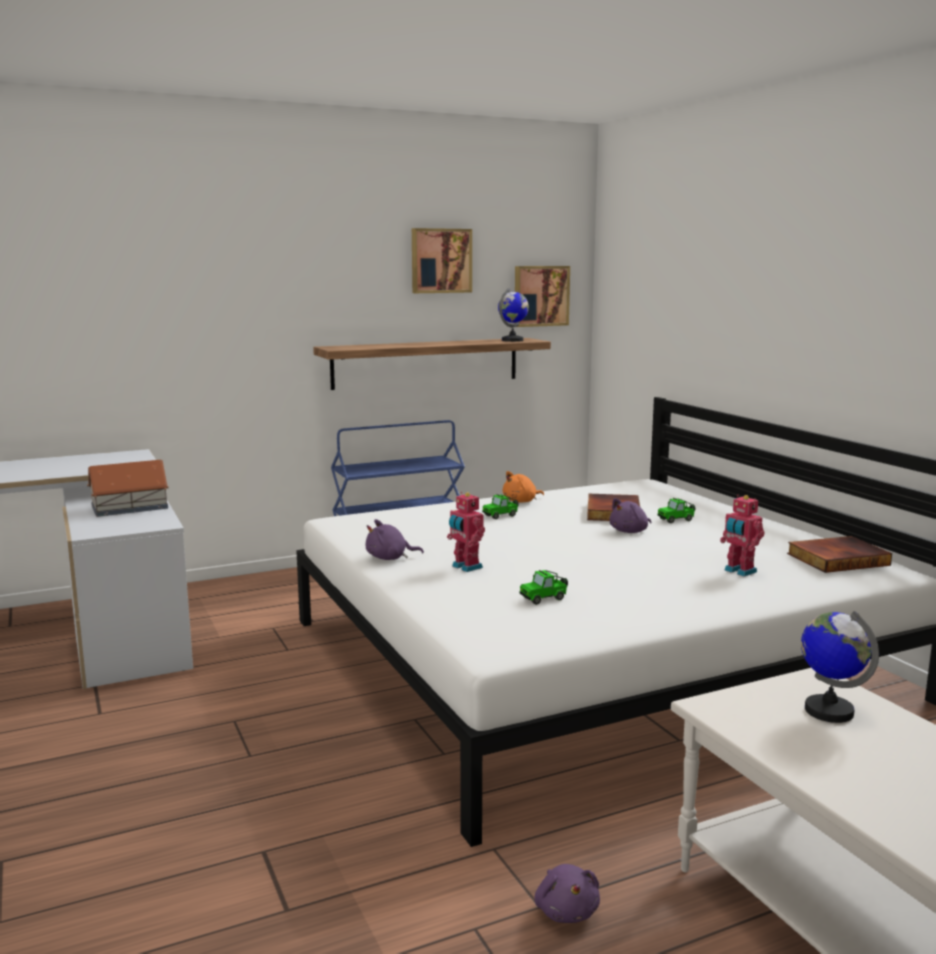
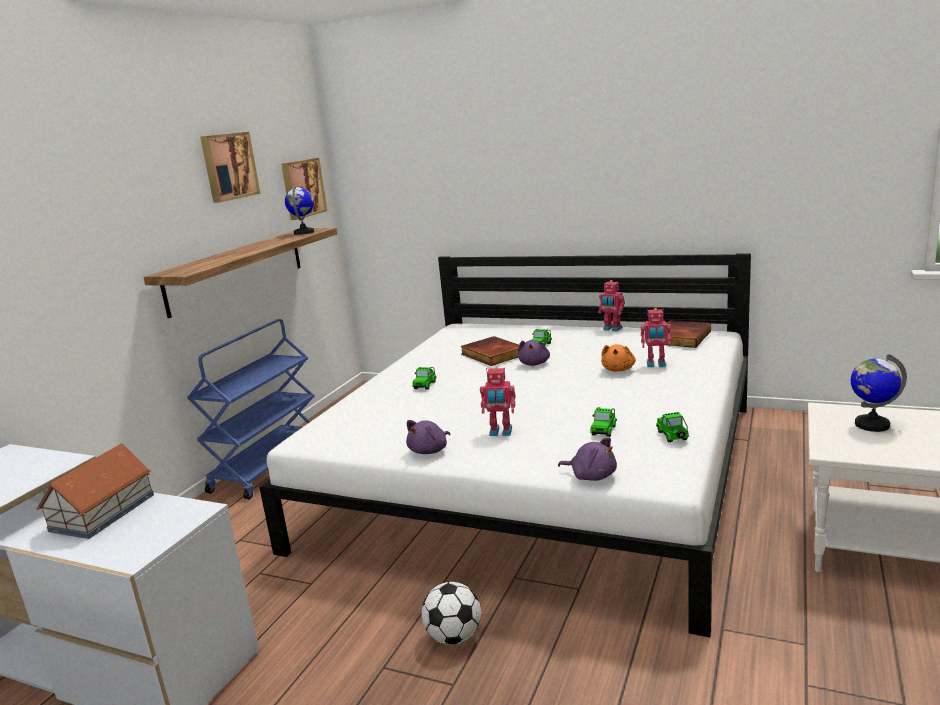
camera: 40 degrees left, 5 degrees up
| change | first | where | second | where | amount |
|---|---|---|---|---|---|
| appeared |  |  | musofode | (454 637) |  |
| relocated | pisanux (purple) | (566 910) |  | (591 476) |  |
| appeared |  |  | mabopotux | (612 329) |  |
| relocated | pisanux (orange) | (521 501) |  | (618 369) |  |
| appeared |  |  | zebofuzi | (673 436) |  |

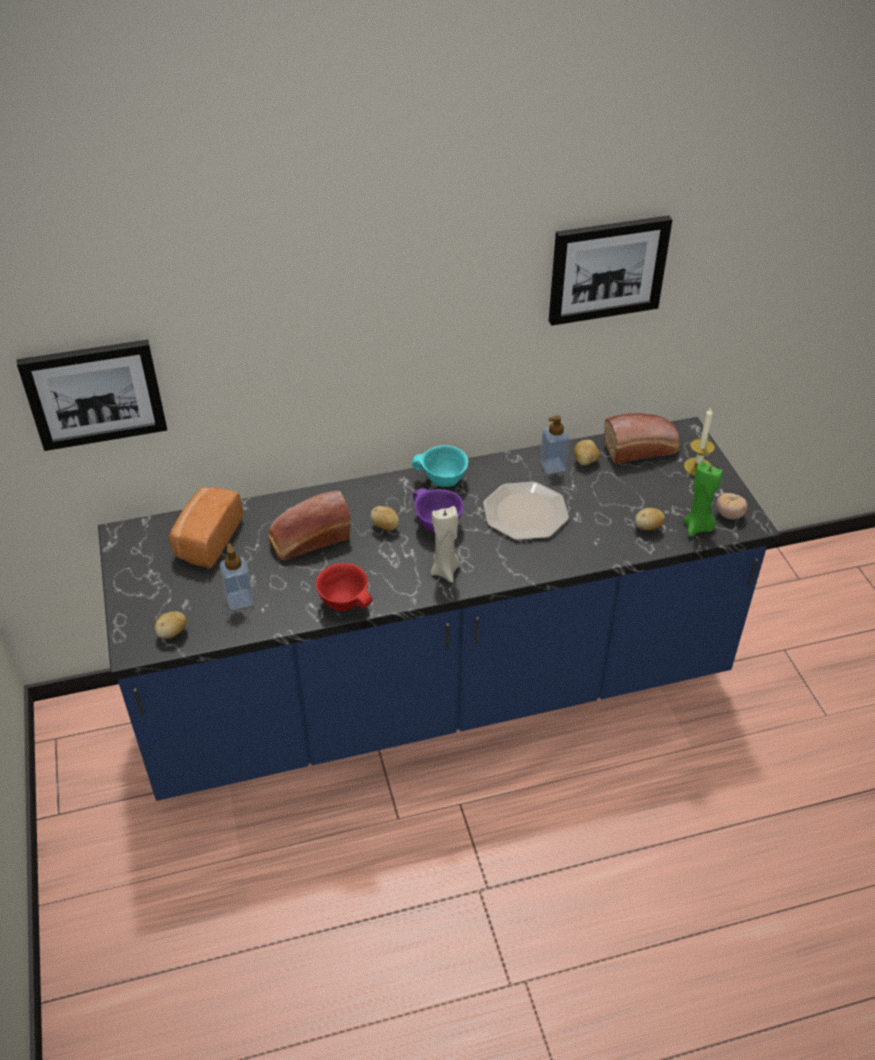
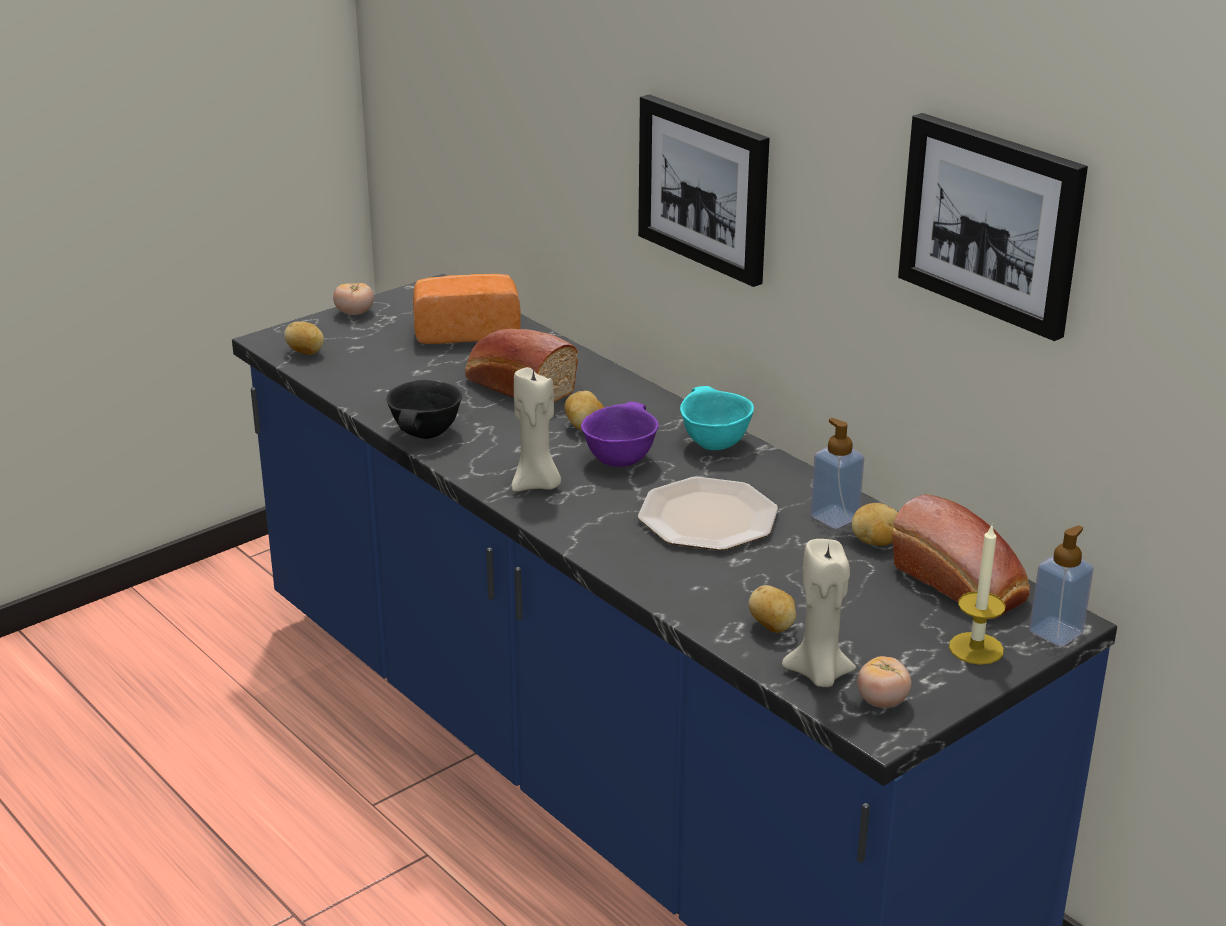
camera: 65 degrees right, 15 degrees down
| change | first | where | second | where | amount |
|---|---|---|---|---|---|
| appeared |  |  | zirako | (354 313) |  |
| colour | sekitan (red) | (345 602) | sekitan (black) | (426 434) |  |
| relocated | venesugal | (94 393) |  | (705 187) |  |
| colour | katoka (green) | (697 527) | katoka (beige) | (819 674) |  |
| relocated | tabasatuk | (239 599) |  | (1056 632) |  |

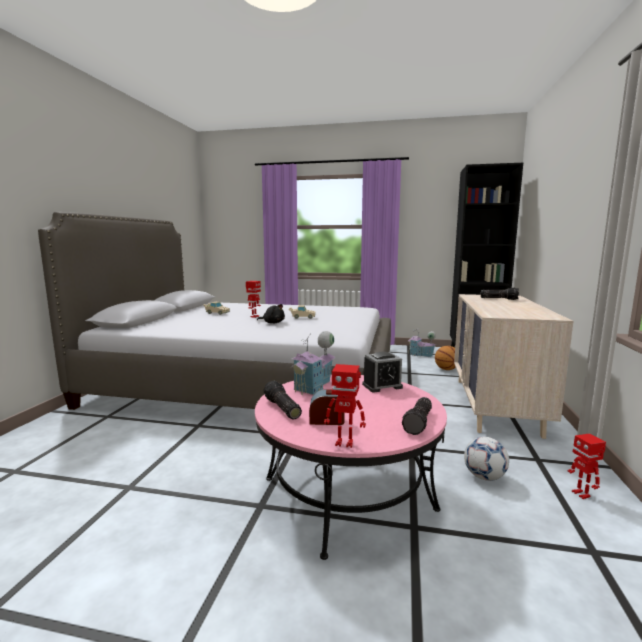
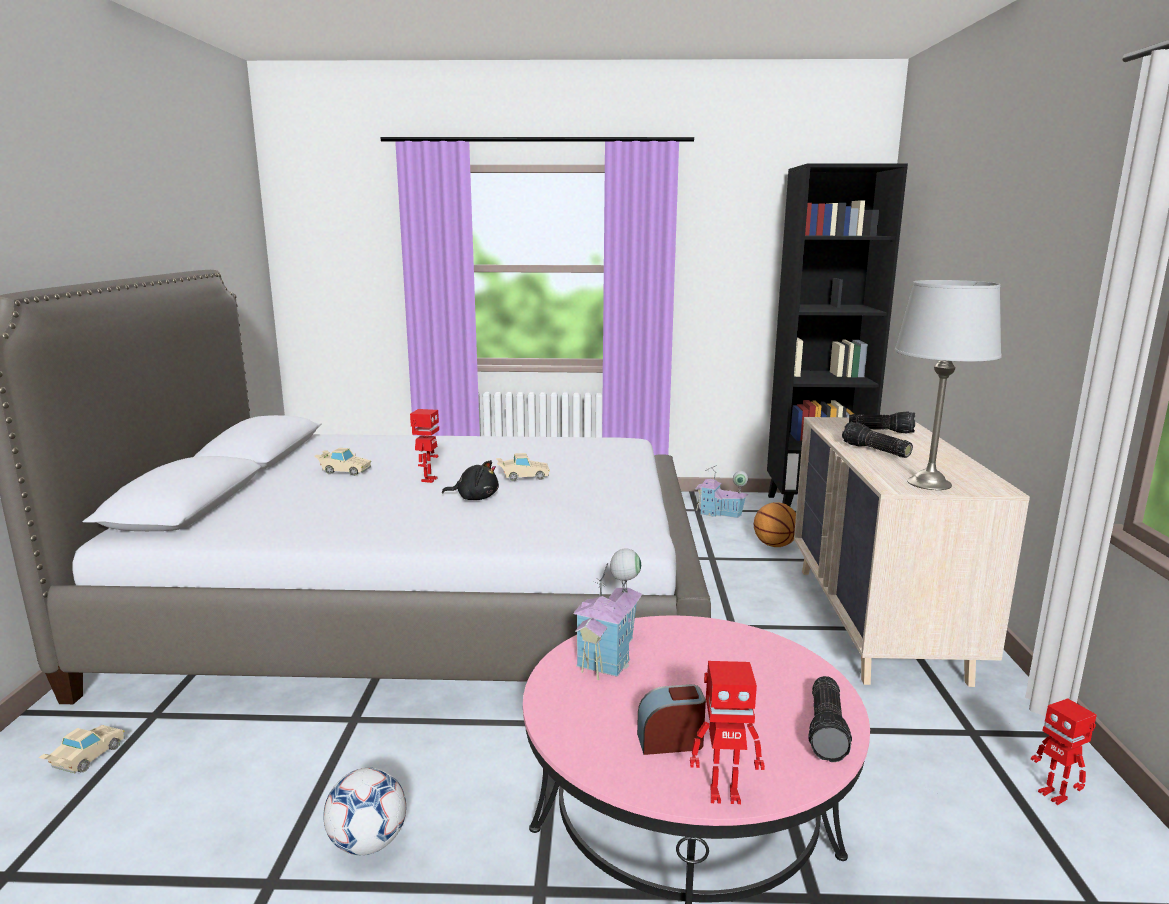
camera: 10 degrees left, 5 degrees up
| change | first | where | second | where | amount |
|---|---|---|---|---|---|
| appeared |  |  | zebofuzi (beige) | (85 759) |  |
| relocated | musofode | (484 477) |  | (368 843) |  |
| relocated | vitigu | (281 408) |  | (874 450) |  |
| appeared |  |  | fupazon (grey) | (929 483) |  |
| missing | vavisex | (382 386) |  |  |  |

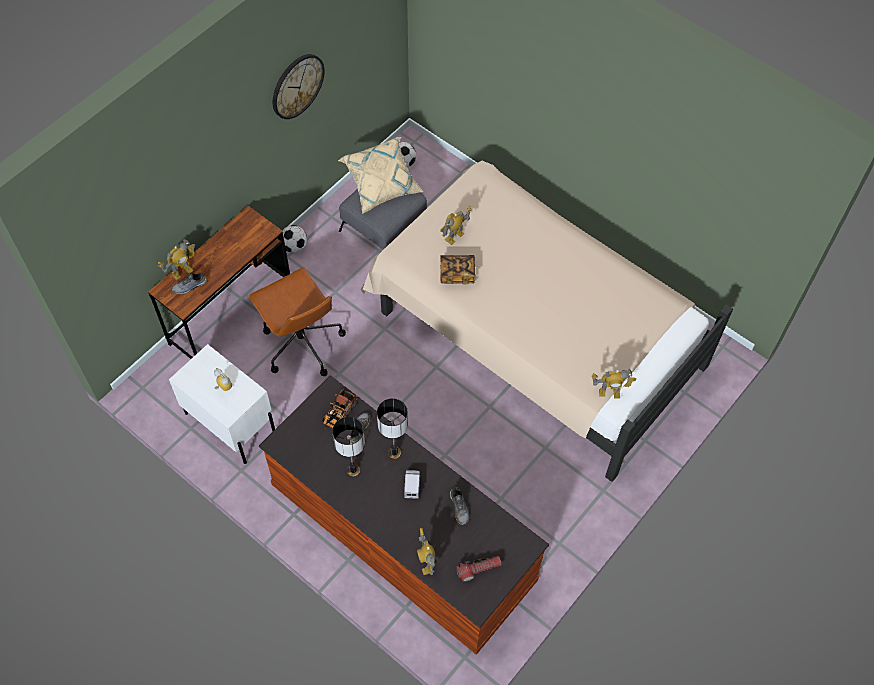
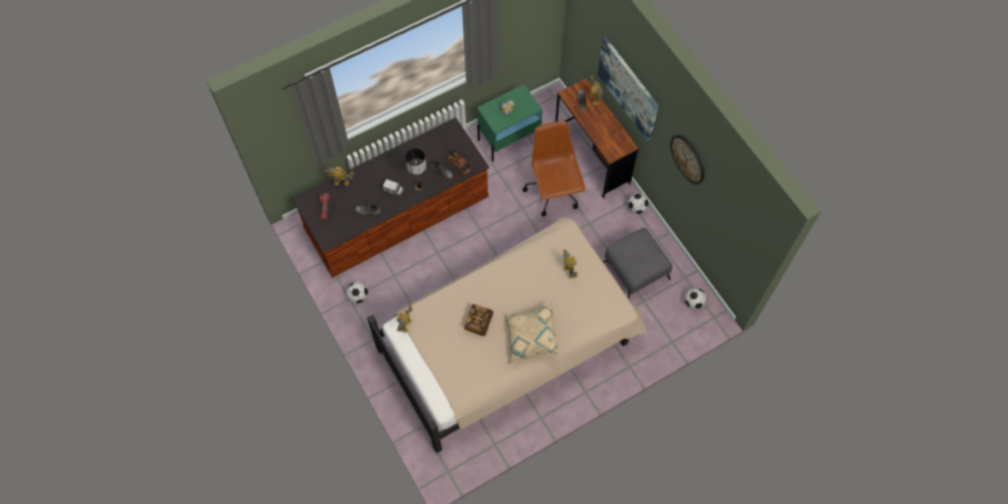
camera: 110 degrees right, 5 degrees up
| change | first | where | second | where | amount |
|---|---|---|---|---|---|
| appeared |  |  | musofode | (358 296) |  |
| relocated | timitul | (457 274) |  | (478 322) |  |
| colour | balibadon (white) | (230 423) | balibadon (green) | (509 138) |  |
| relocated | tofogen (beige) | (381 185) |  | (530 338) |  |
| spun | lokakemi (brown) | (301 343) |  | (554 192) | 90 degrees clockwise |
| appeared |  |  | venesugal | (628 88) |  |
| missing | fupazon | (353 470) |  |  |  |

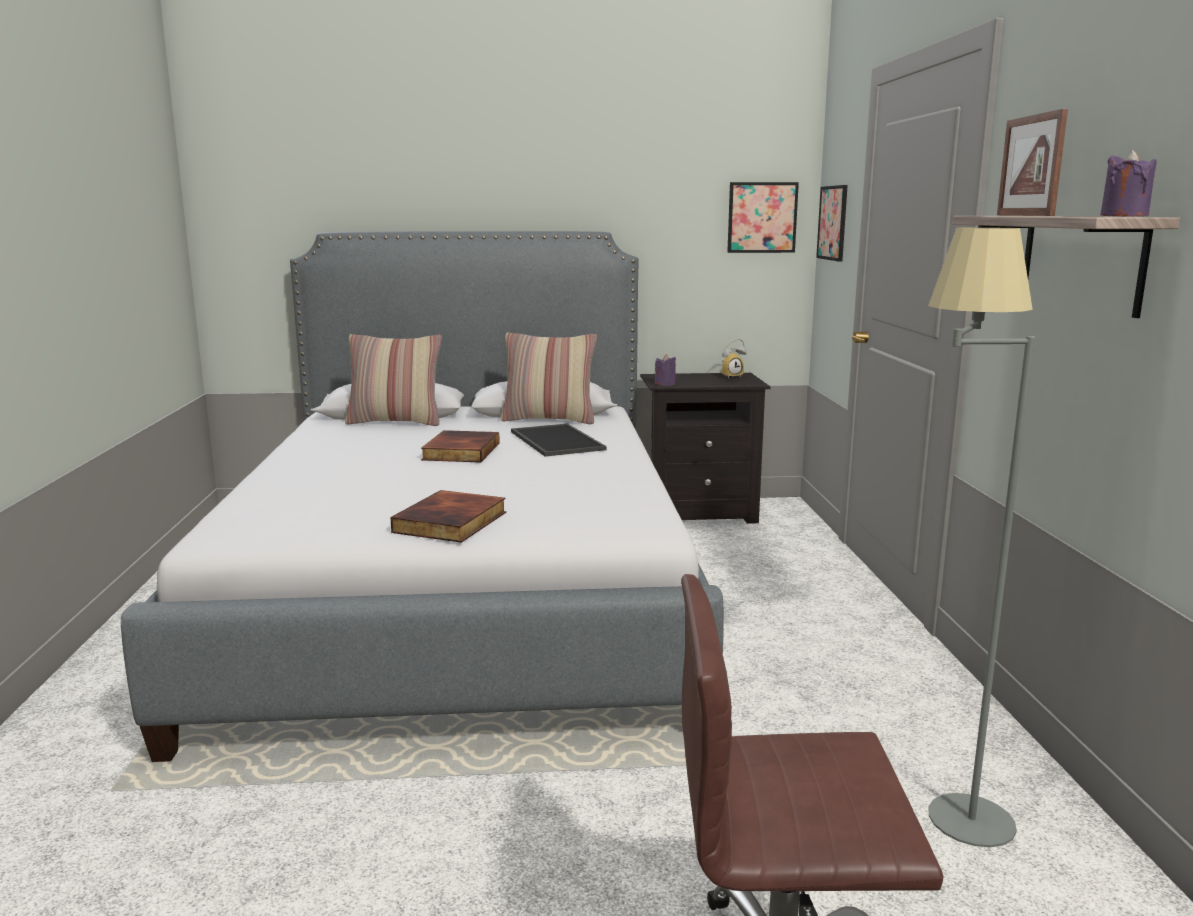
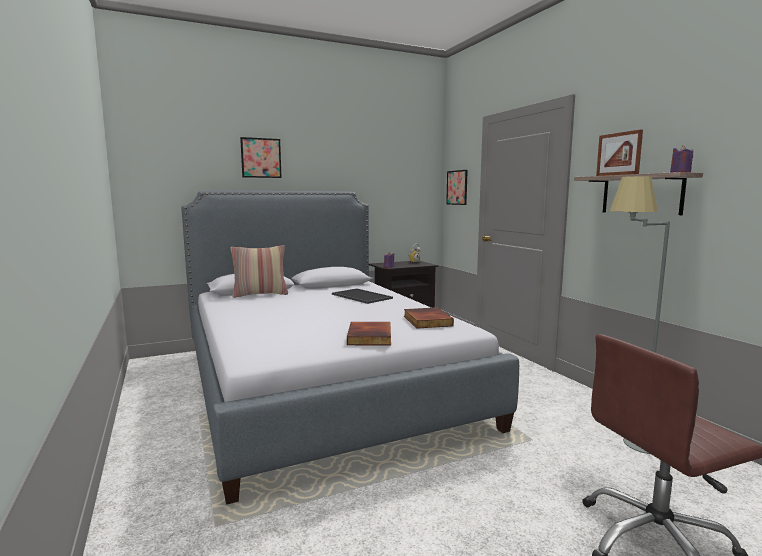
camera: 20 degrees left, 5 degrees down
| change | first | where | second | where | amount |
|---|---|---|---|---|---|
| relocated | venesugal | (762 217) |  | (261 158) |  |
| relocated | timitul | (460 451) |  | (426 321) |  |
| missing | tofogen | (549 420) |  |  |  |

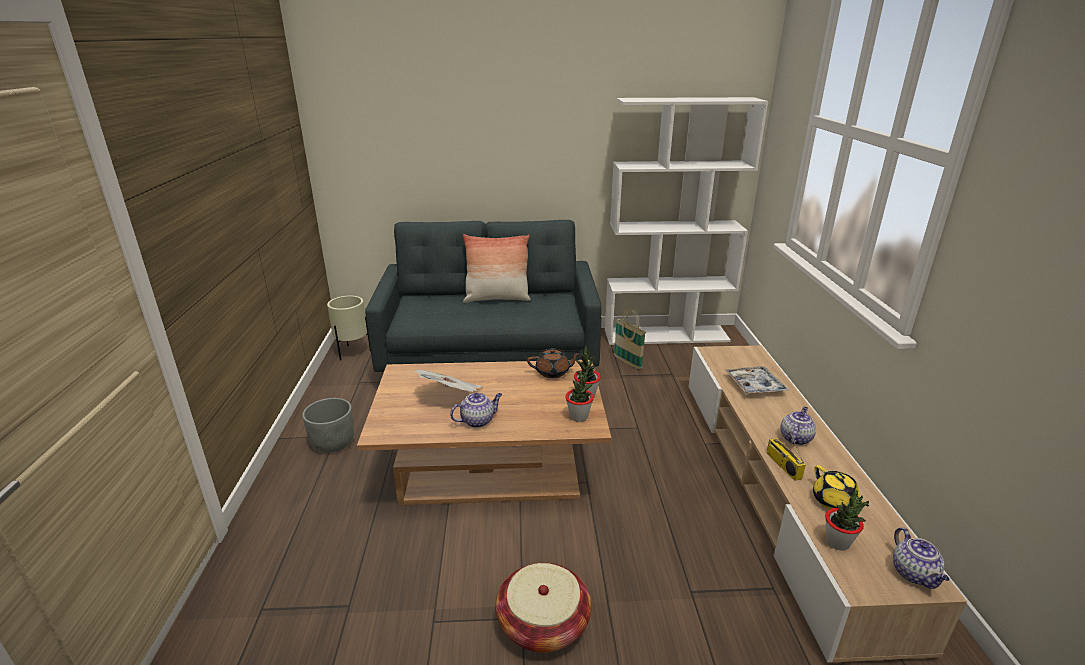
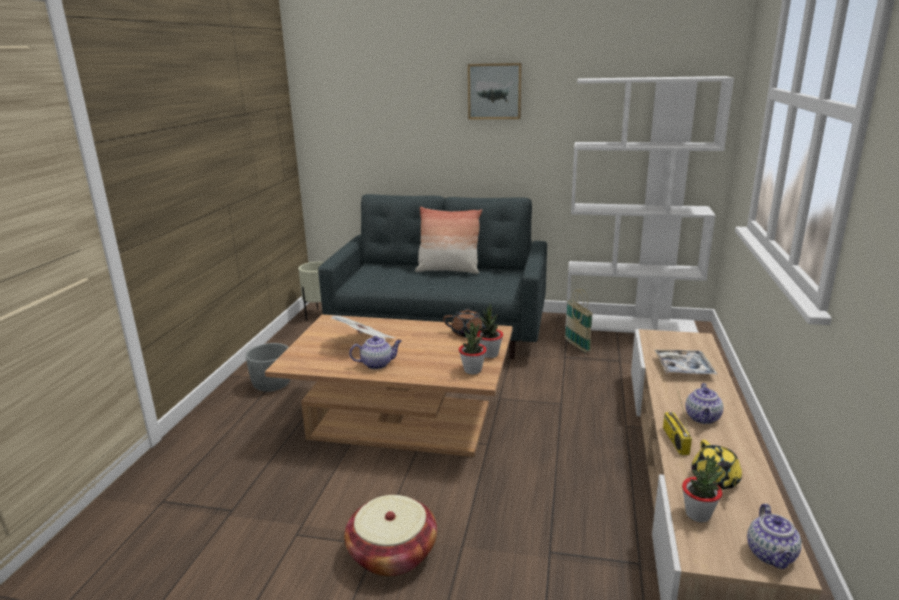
camera: 15 degrees right, 5 degrees down
| change | first | where | second | where | amount |
|---|---|---|---|---|---|
| appeared |  |  | venesugal | (495 91) |  |
| spun | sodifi | (795 438) |  | (703 418) | 150 degrees clockwise |

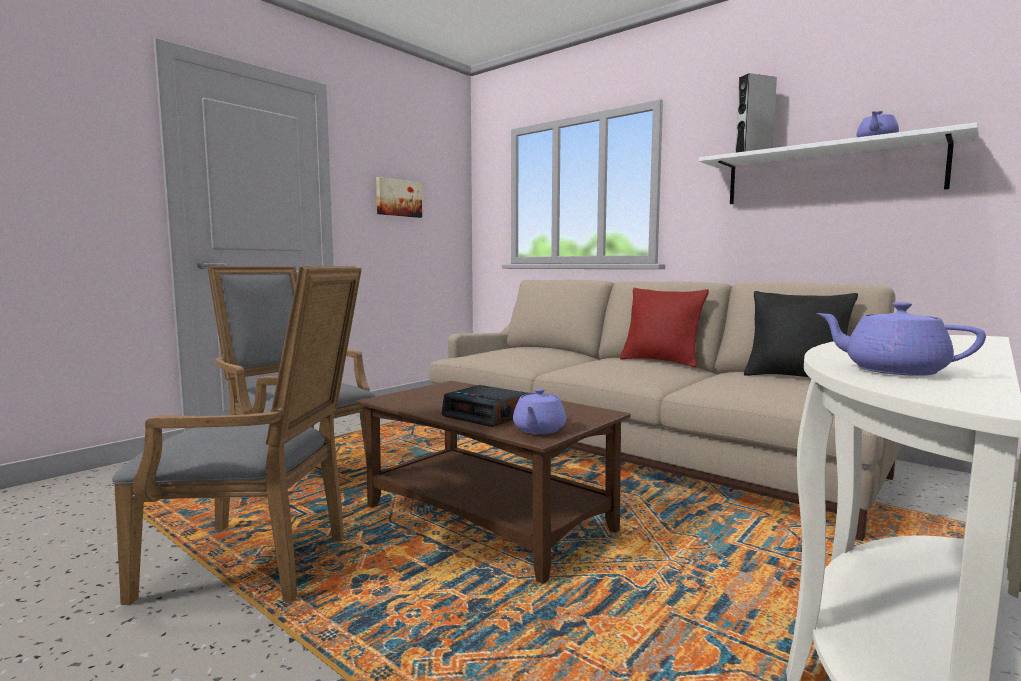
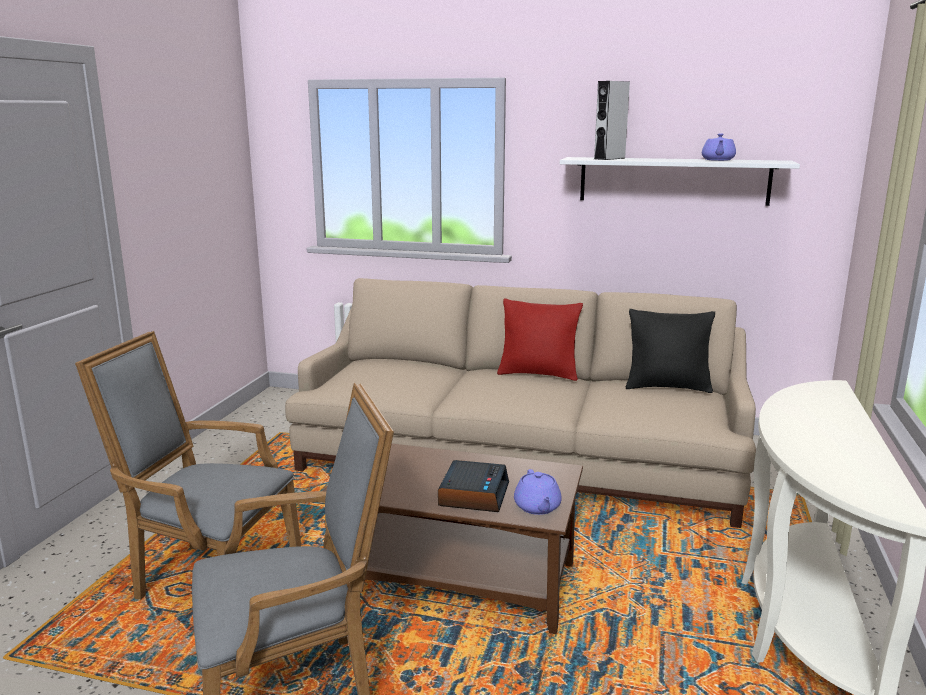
camera: 25 degrees left, 10 degrees up
| change | first | where | second | where | amount |
|---|---|---|---|---|---|
| spun | vavisex | (489 415) |  | (473 494) | 90 degrees counterclockwise |
| missing | venesugal | (398 198) |  |  |  |
| missing | sodifi (purple) | (892 370) |  |  |  |

